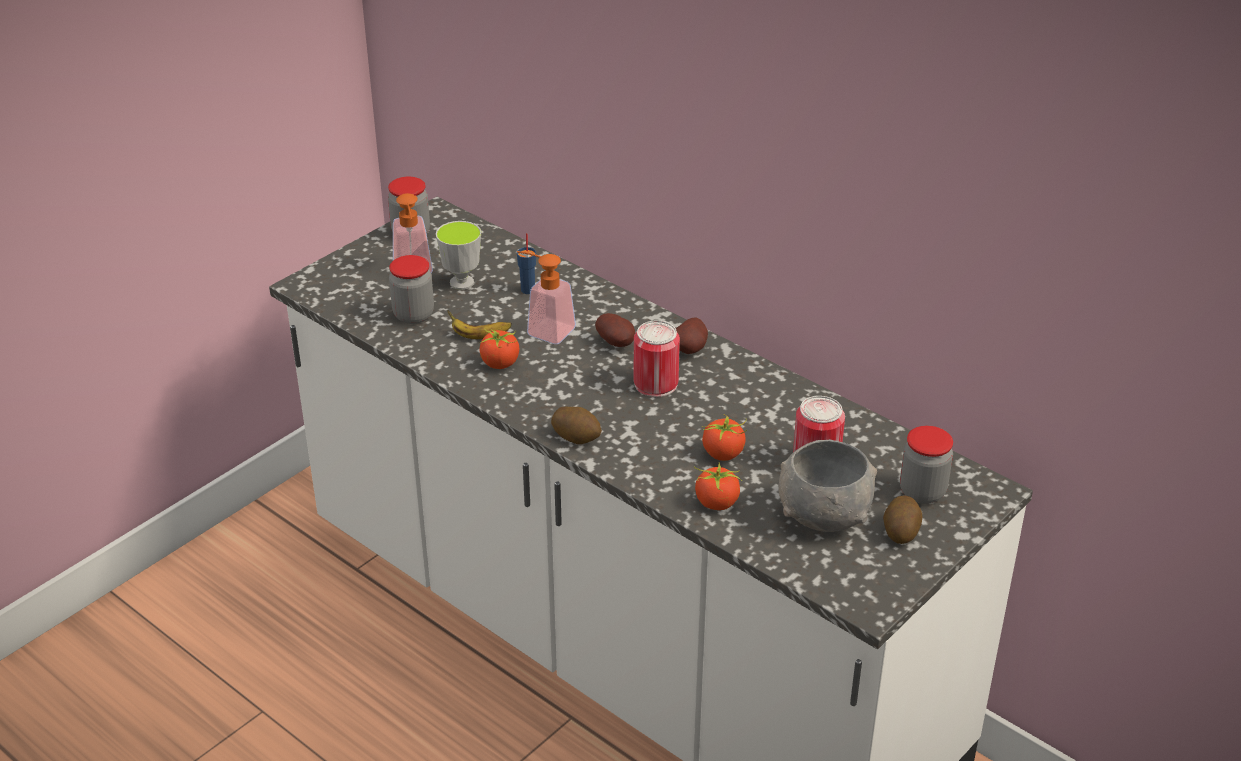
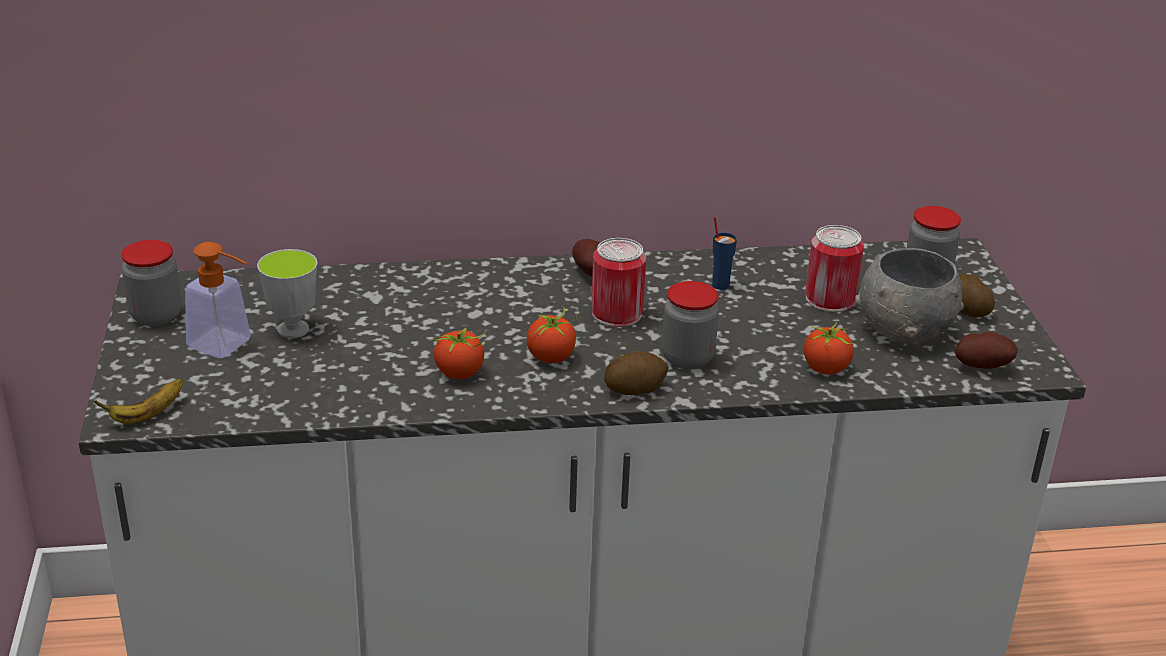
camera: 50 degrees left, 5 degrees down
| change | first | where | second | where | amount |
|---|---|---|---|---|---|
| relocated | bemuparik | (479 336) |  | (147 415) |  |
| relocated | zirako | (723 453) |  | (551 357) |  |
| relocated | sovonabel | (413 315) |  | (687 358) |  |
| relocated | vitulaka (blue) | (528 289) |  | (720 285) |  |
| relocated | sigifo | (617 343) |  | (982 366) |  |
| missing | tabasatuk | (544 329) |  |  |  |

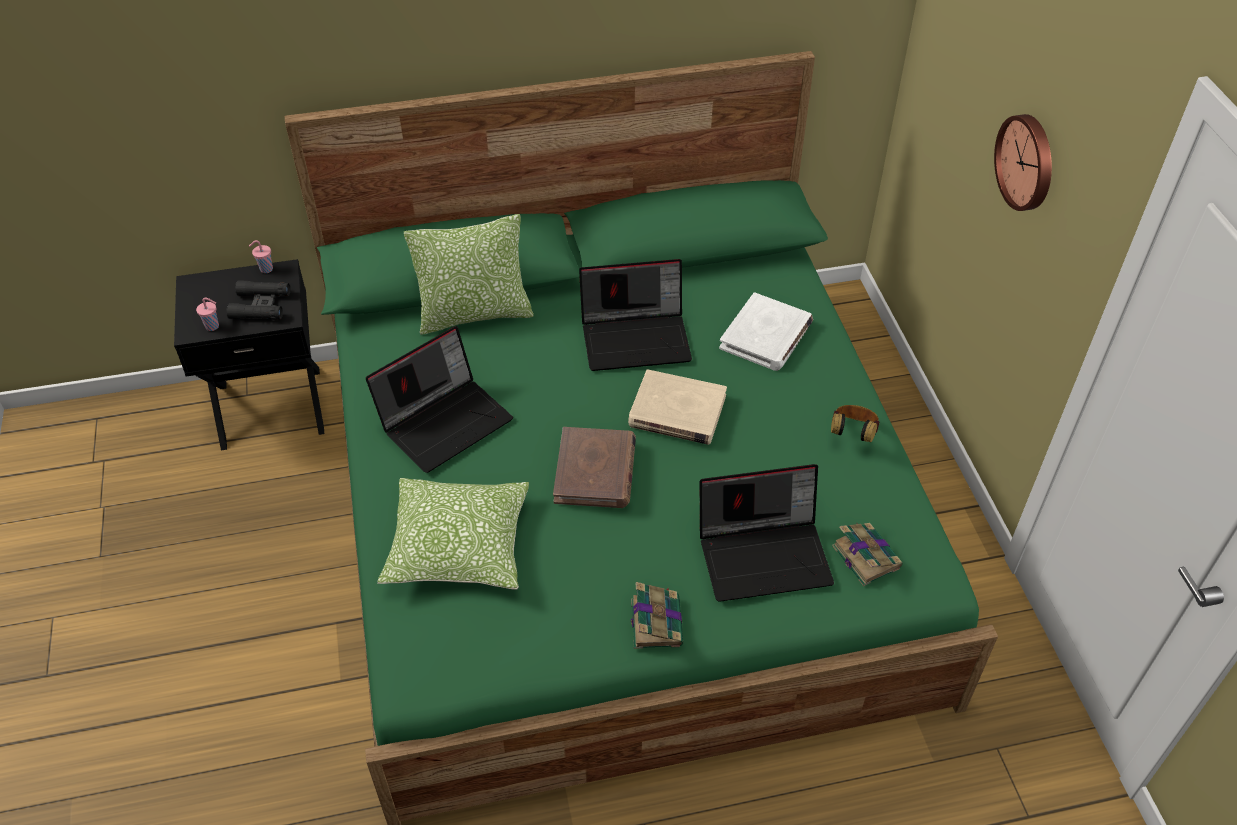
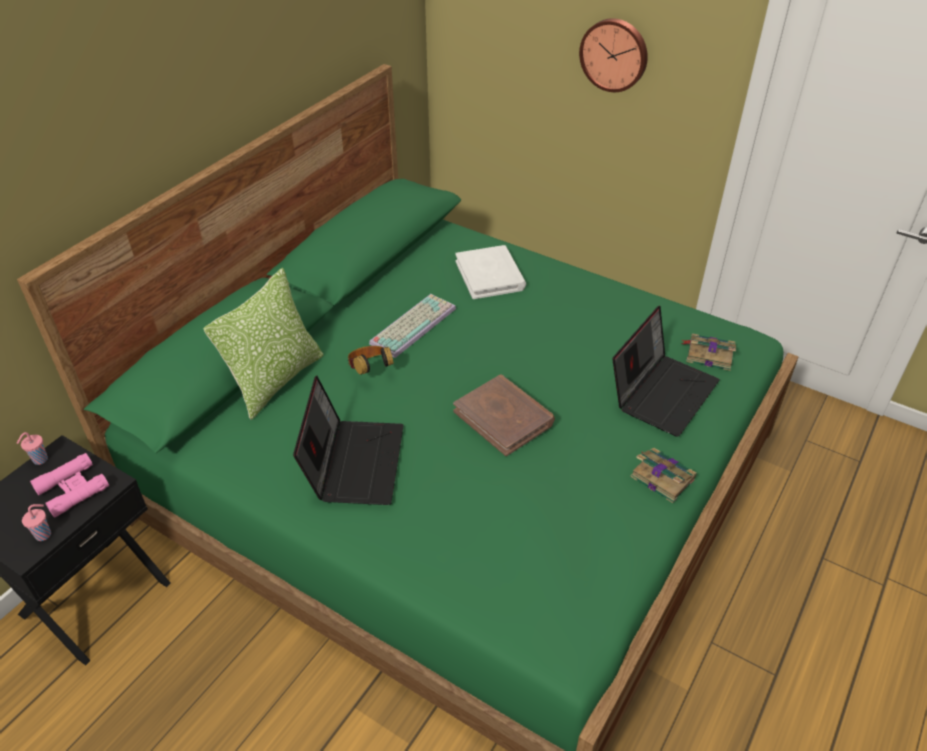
camera: 45 degrees left, 5 degrees down
| change | first | where | second | where | amount |
|---|---|---|---|---|---|
| colour | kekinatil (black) | (260 305) | kekinatil (pink) | (72 489) |  |
| relocated | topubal | (852 434) |  | (370 370) |  |
| exchanged | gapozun | (637 338) | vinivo | (413 324) |  |
| missing | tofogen | (458 546) |  |  |  |
| missing | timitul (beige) | (677 411) |  |  |  |

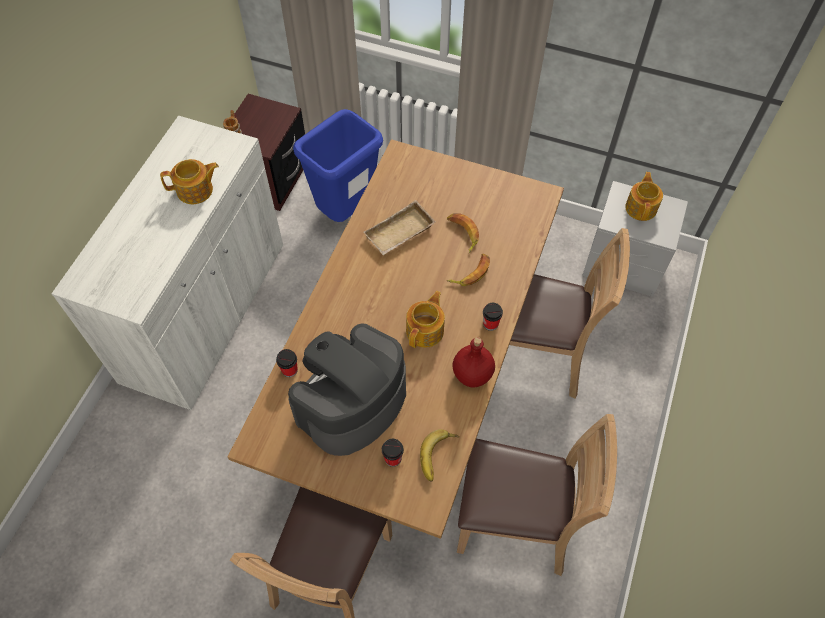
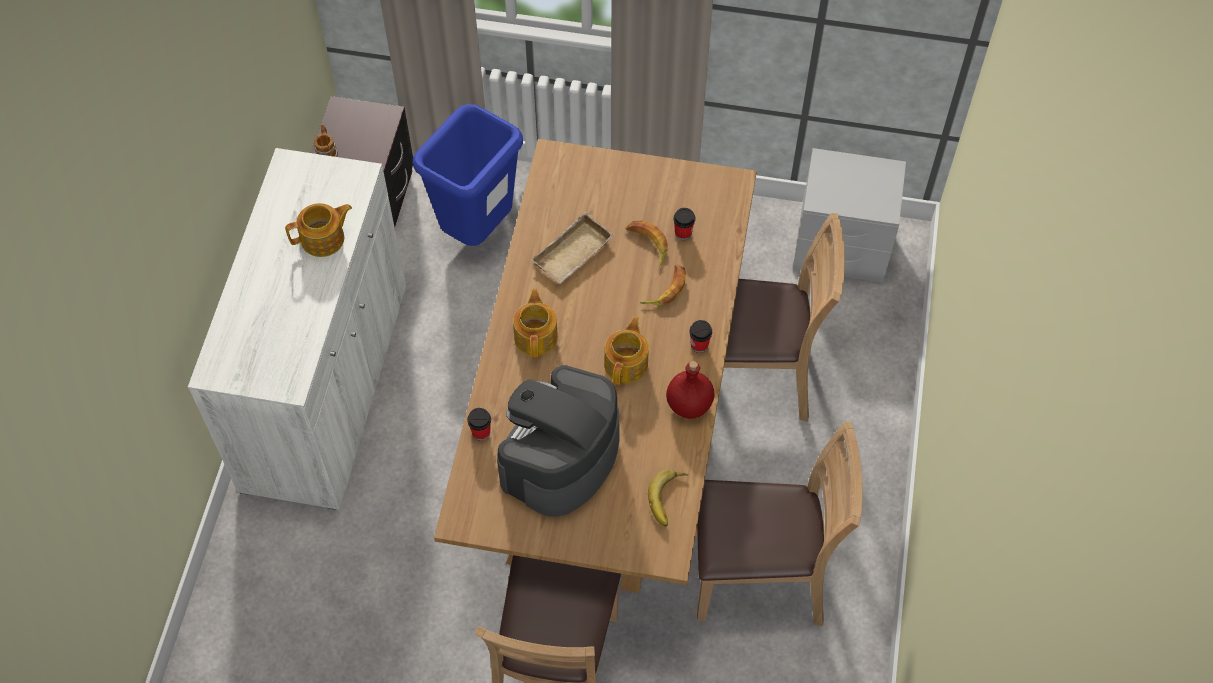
camera: 10 degrees left, 0 degrees up
| change | first | where | second | where | amount |
|---|---|---|---|---|---|
| relocated | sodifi | (641 207) |  | (536 336) |  |
| relocated | vitulaka | (393 458) |  | (683 233) |  |

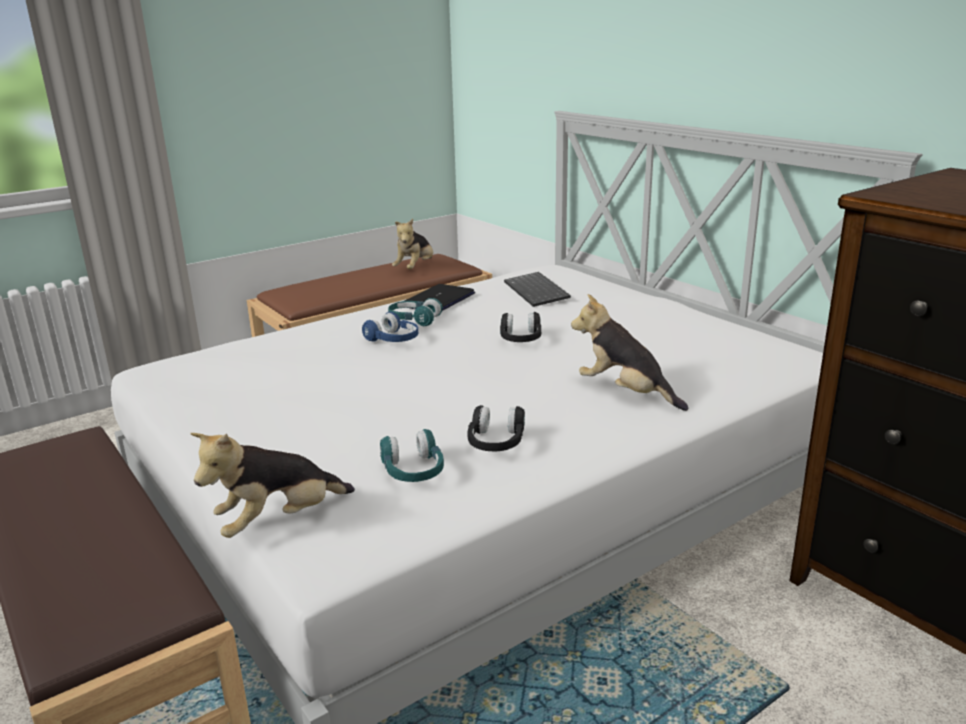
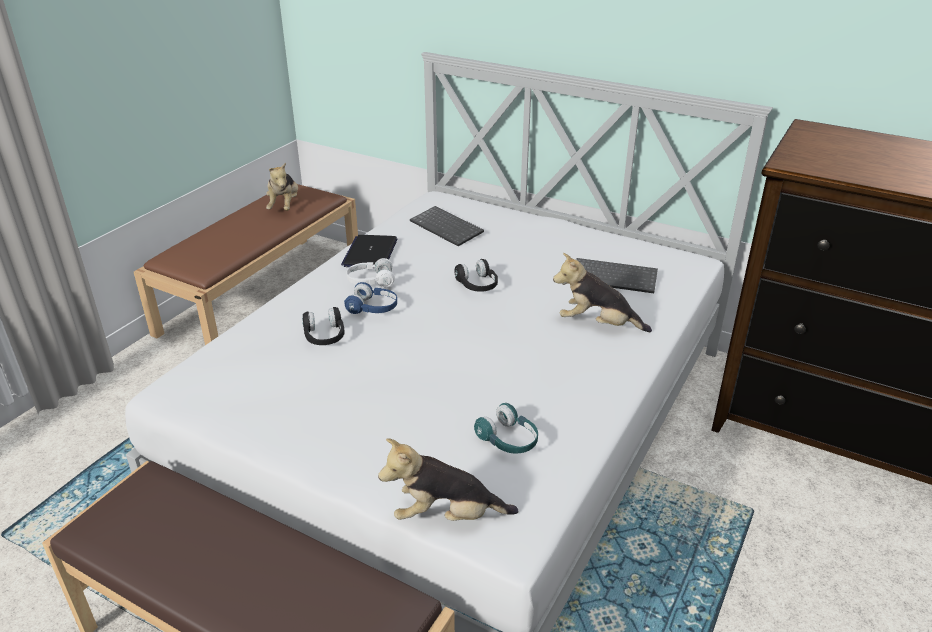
camera: 25 degrees left, 10 degrees up
| change | first | where | second | where | amount |
|---|---|---|---|---|---|
| relocated | topubal (black) | (496 442) |  | (324 336) |  |
| colour | topubal (turquoise) | (414 320) | topubal (white) | (371 281) |  |
| spun | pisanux | (279 521) |  | (446 516) | 60 degrees clockwise |
| appeared |  |  | vinivo | (615 277) |  |

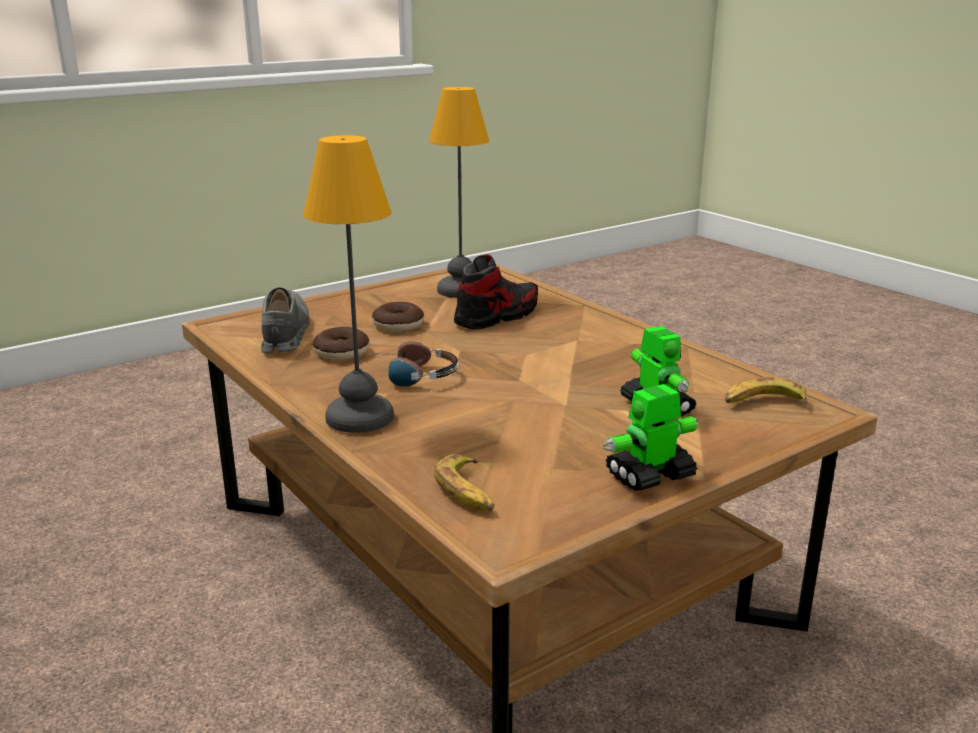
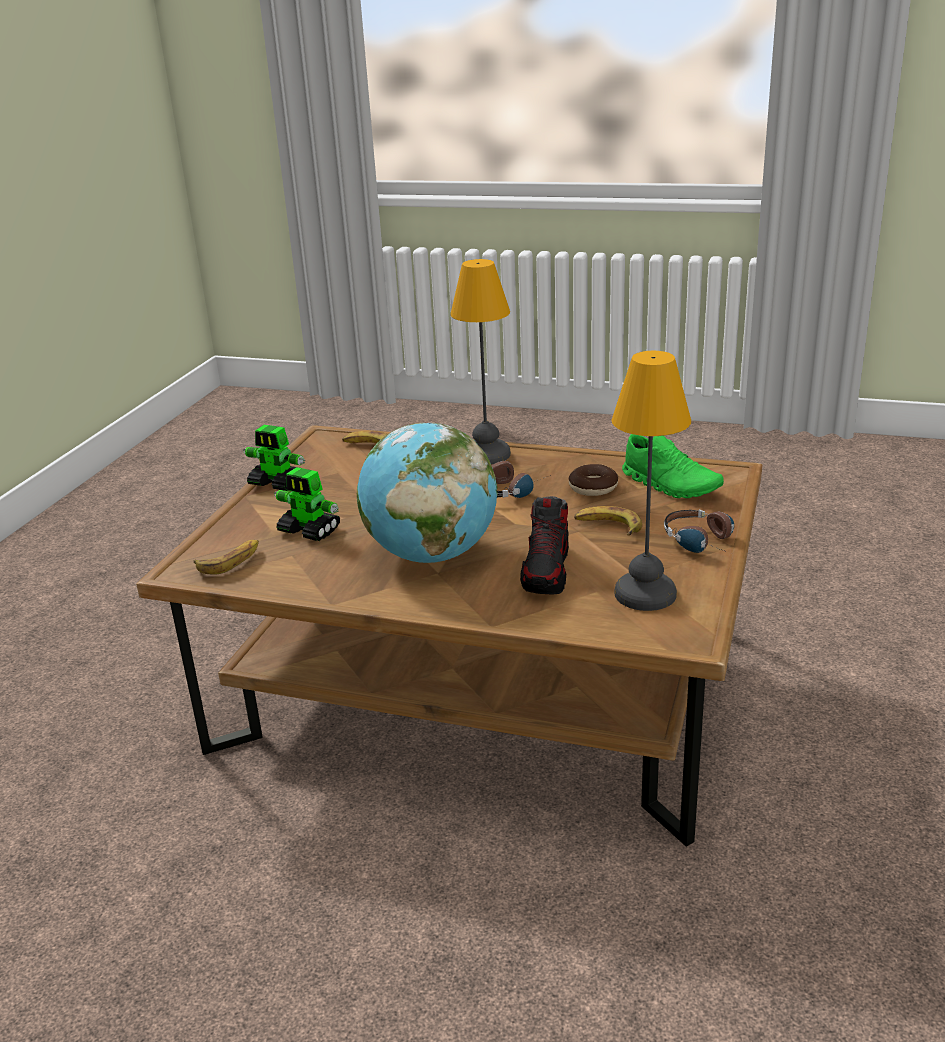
camera: 145 degrees right, 5 degrees up
| change | first | where | second | where | amount |
|---|---|---|---|---|---|
| spun | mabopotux | (649 476) |  | (278 483) | 90 degrees clockwise |
| appeared |  |  | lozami | (431 554) |  |
| exchanged | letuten | (398 325) | bemuparik | (608 526) |  |
| colour | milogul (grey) | (284 333) | milogul (green) | (671 485) |  |
| appeared |  |  | topubal | (705 542) |  |

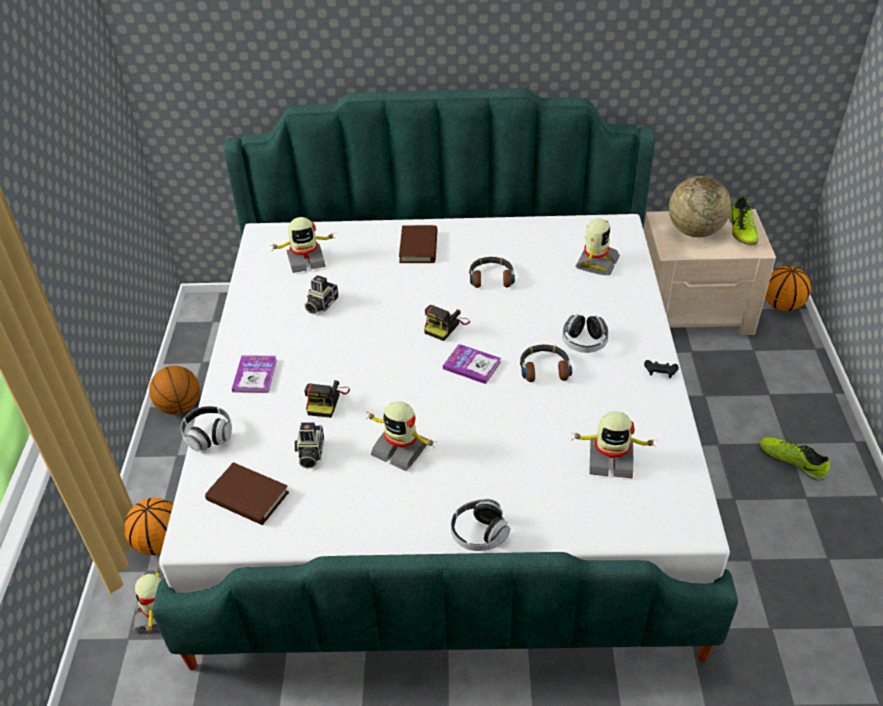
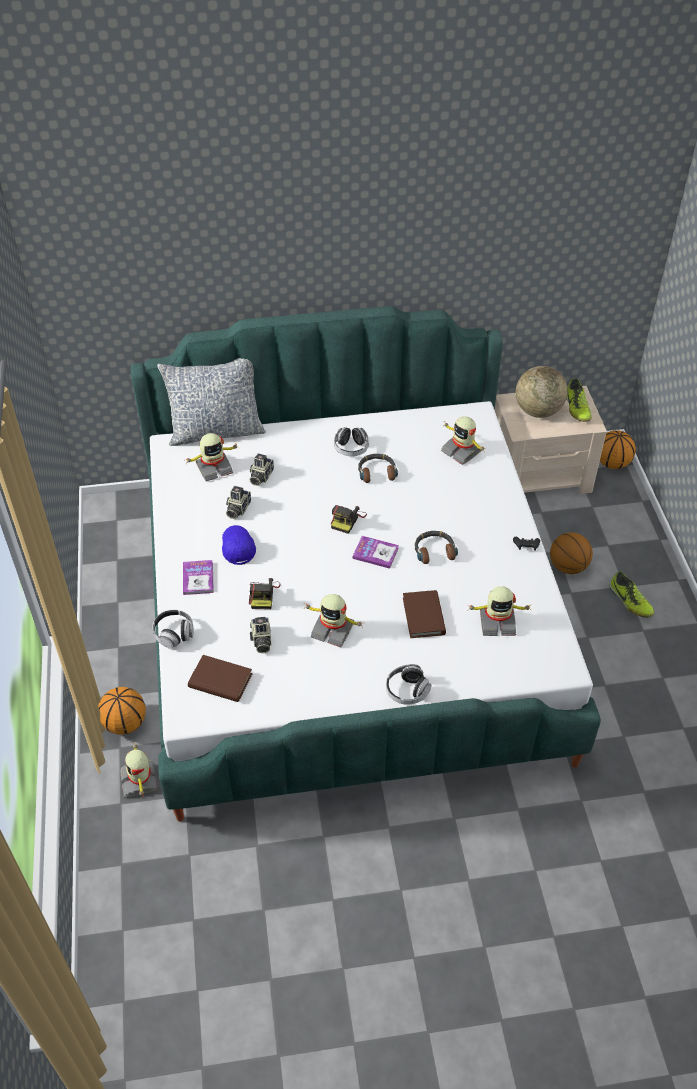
camera: 10 degrees left, 5 degrees up
| change | first | where | second | where | amount |
|---|---|---|---|---|---|
| appeared |  |  | tofogen | (216 431) |  |
| appeared |  |  | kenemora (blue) | (238 548) |  |
| appeared |  |  | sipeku | (260 476) |  |
| relocated | topubal | (584 342) |  | (351 448) |  |
| relocated | timitul (brown) | (418 247) |  | (424 616) |  |
| spun | mabopotux | (596 262) |  | (461 451) | 120 degrees clockwise |
| relocated | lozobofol | (180 406) |  | (568 566) |  |
| spun | milogul | (791 461) |  | (630 601) | 150 degrees counterclockwise |

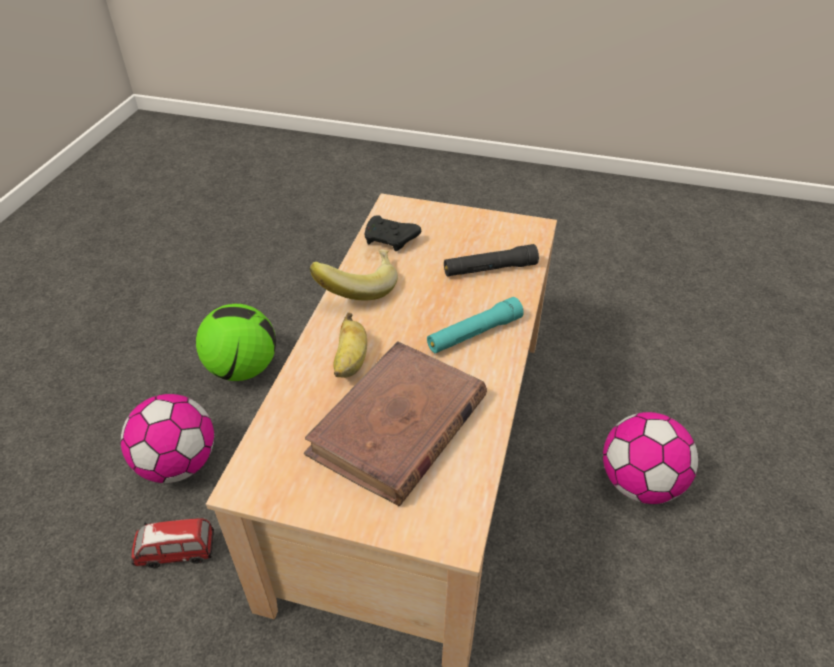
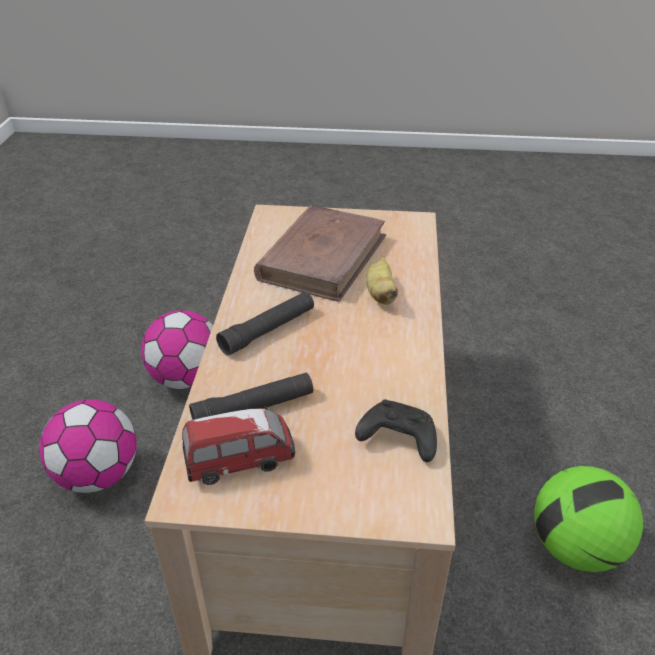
camera: 170 degrees right, 5 degrees down
| change | first | where | second | where | amount |
|---|---|---|---|---|---|
| relocated | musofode | (178 464) |  | (186 378) |  |
| relocated | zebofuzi | (176 552) |  | (240 460) |  |
| colour | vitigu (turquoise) | (474 334) | vitigu (black) | (268 330) |  |
| missing | bemuparik | (358 287) |  |  |  |

